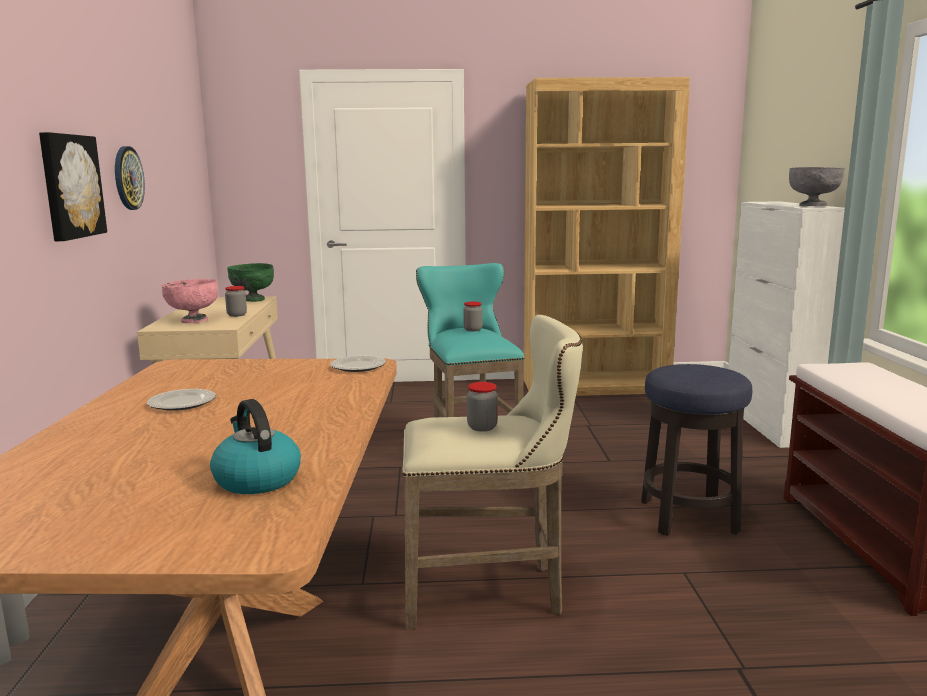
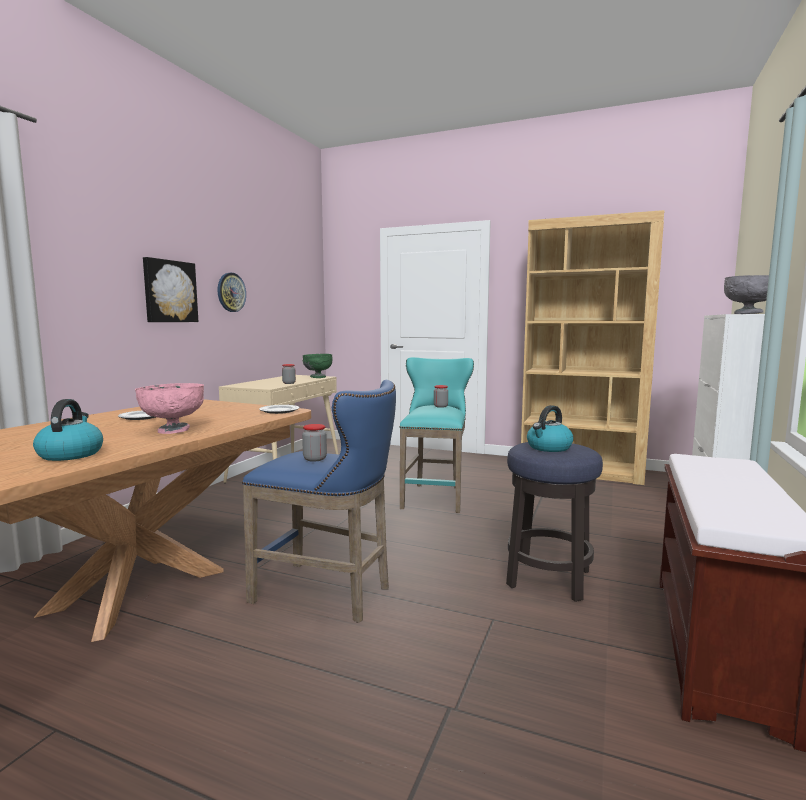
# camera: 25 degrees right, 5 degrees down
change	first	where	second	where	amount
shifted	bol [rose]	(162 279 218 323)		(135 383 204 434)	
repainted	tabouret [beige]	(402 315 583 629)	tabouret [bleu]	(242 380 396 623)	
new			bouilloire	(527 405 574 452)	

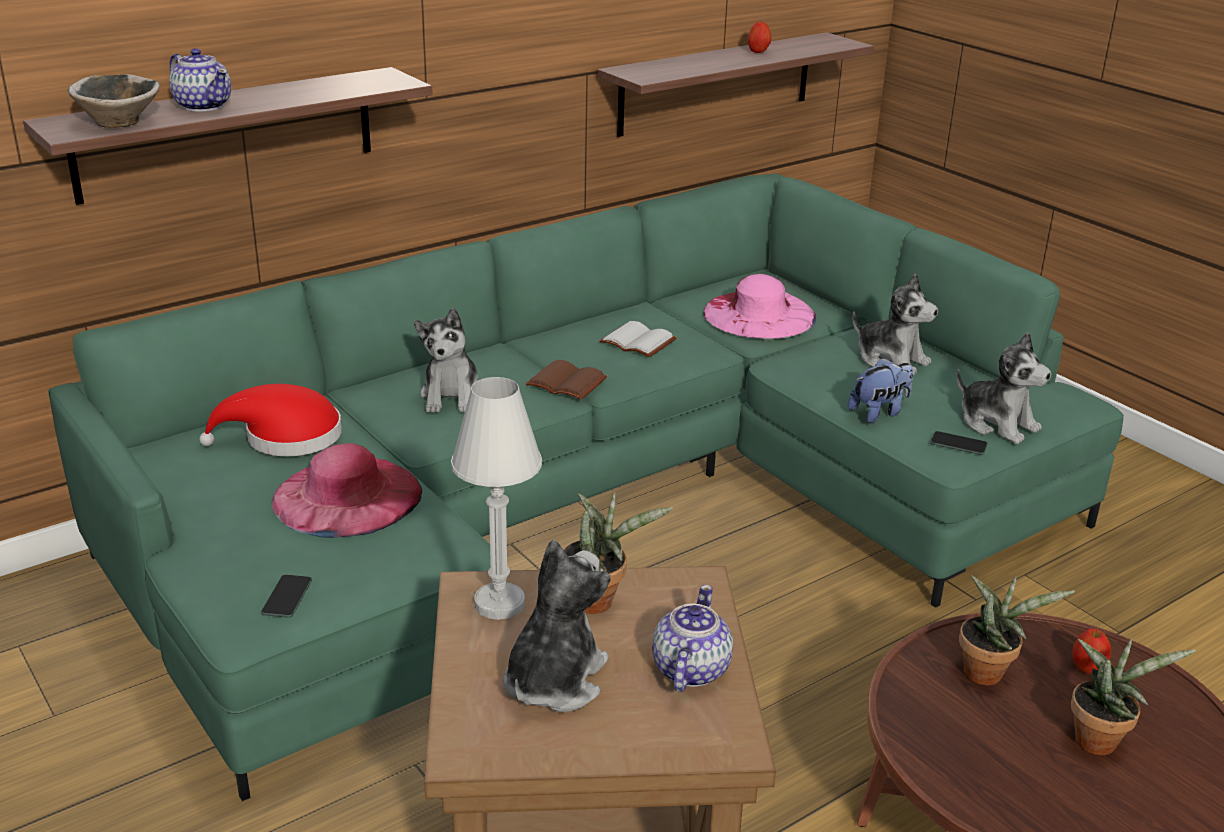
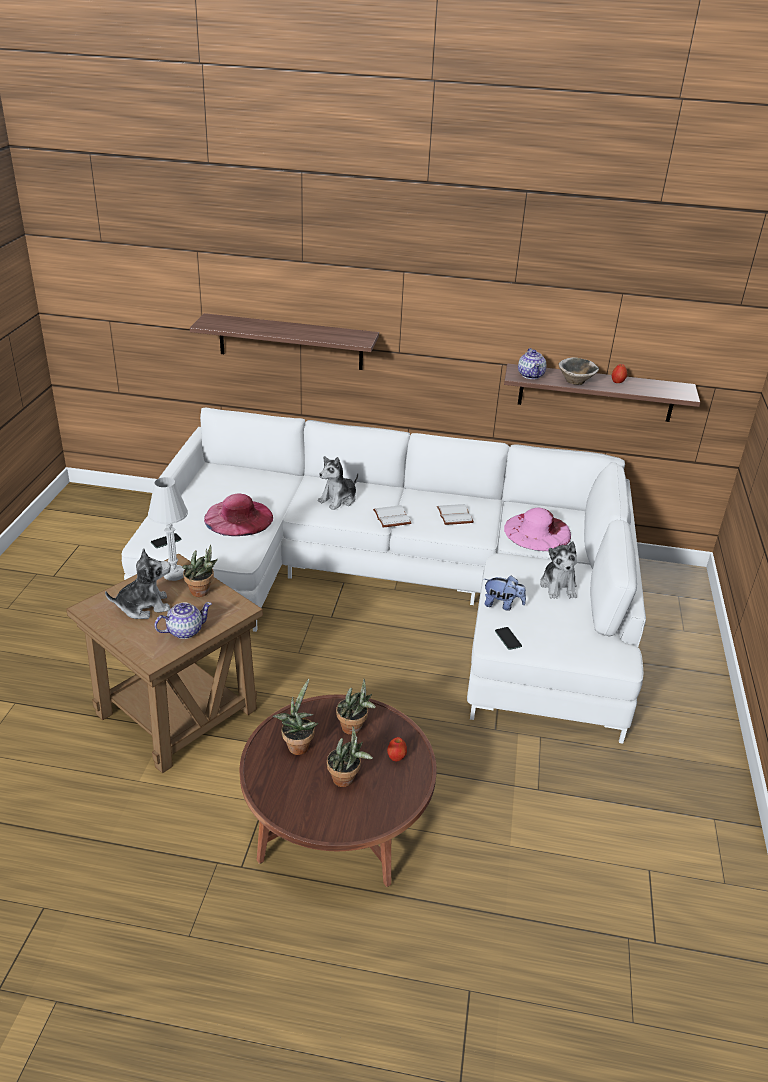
# camera: 45 degrees right, 5 degrees up
change	first	where	second	where	amount
repainted	canapé [vert]	(49 173 1124 801)	canapé [blanc]	(121 407 646 744)	
shifted	bol	(68 74 160 128)		(559 357 599 385)	
shifted	théière	(169 48 231 112)		(518 348 546 379)	
gone	chapeau [rouge]	(199 384 342 456)			
repainted	livre [marron]	(526 360 607 400)	livre [blanc]	(373 505 411 527)	
gone	peluche	(957 332 1051 444)			
new			plante en pot	(272 679 318 755)	

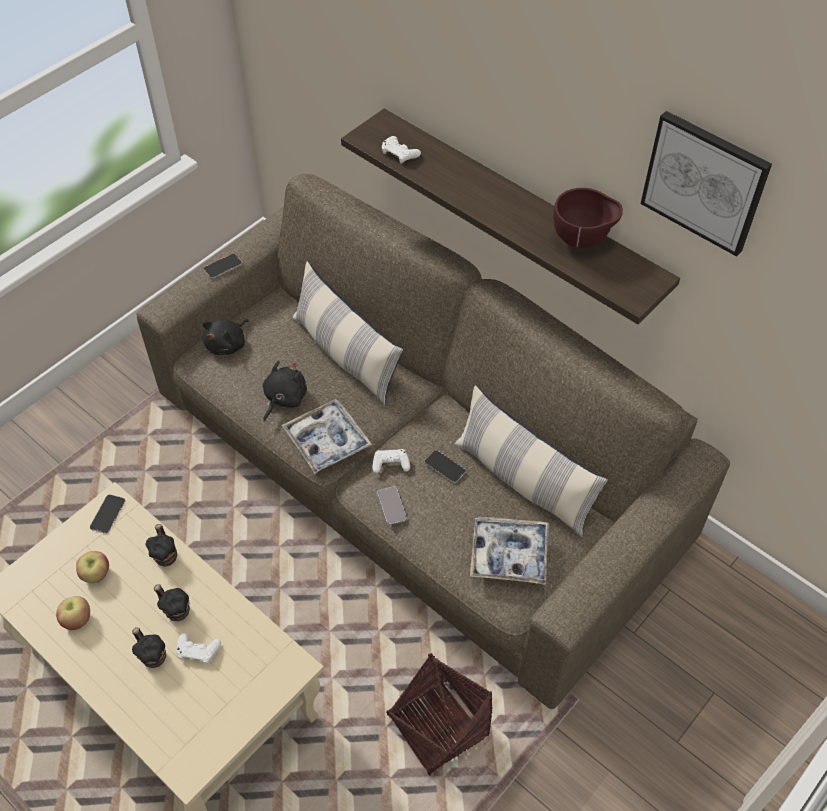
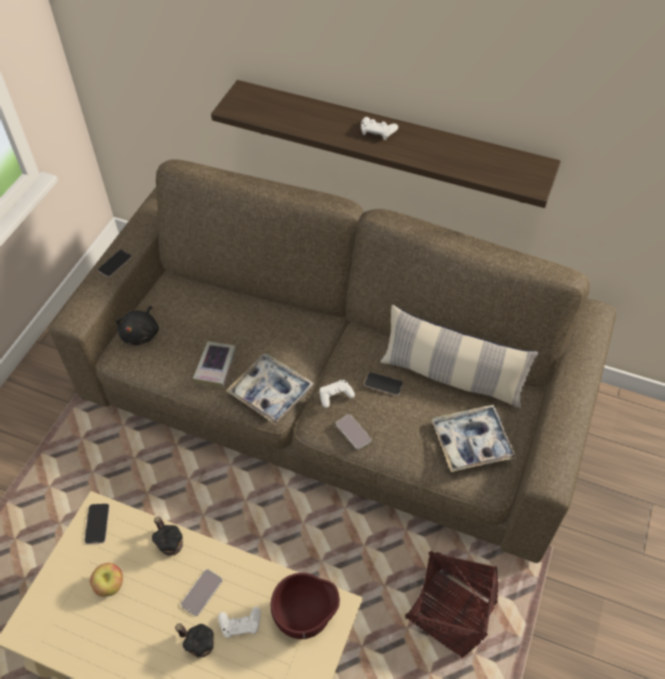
# camera: 20 degrees left, 0 degrees up
change	first	where	second	where	amount
gone	pomme	(56 596 90 630)			
swapped	mug	(154 584 190 621)	téléphone	(181 569 223 616)	
swapped	peluche [noir]	(263 360 307 421)	livre	(193 341 237 387)	
gone	coussin	(293 261 403 405)			
shifted	manette [blanc]	(382 136 421 164)		(361 117 398 140)	
shifted	bol [marron]	(553 188 623 248)		(271 573 340 639)	
gone	tableau	(641 111 772 256)			

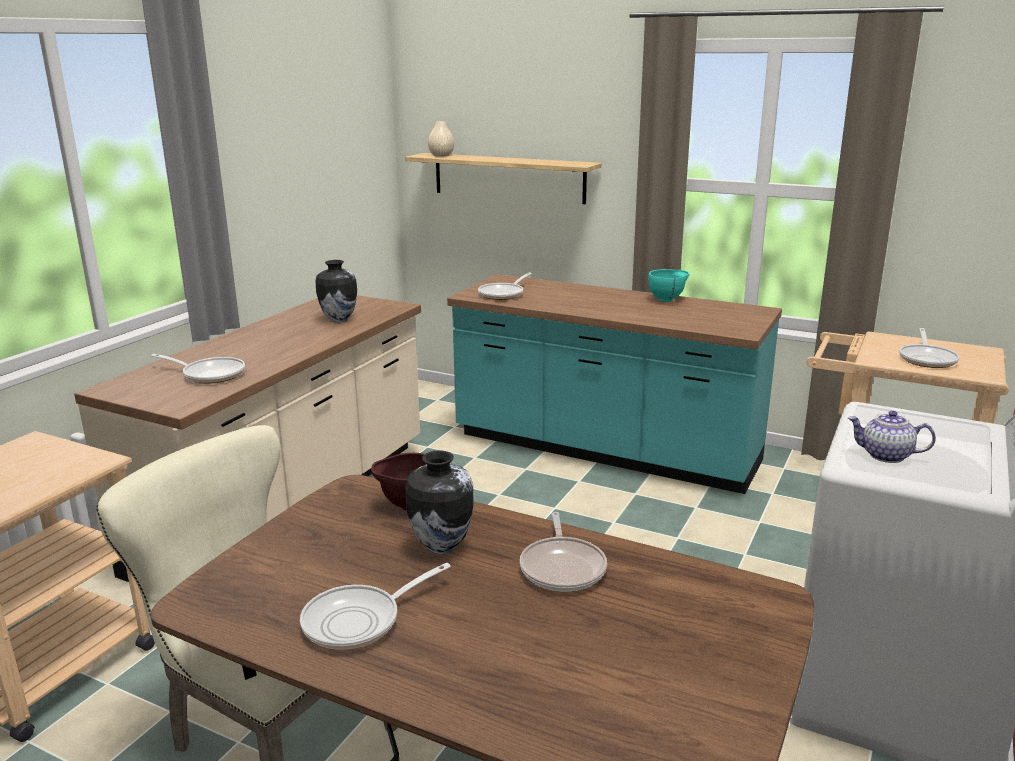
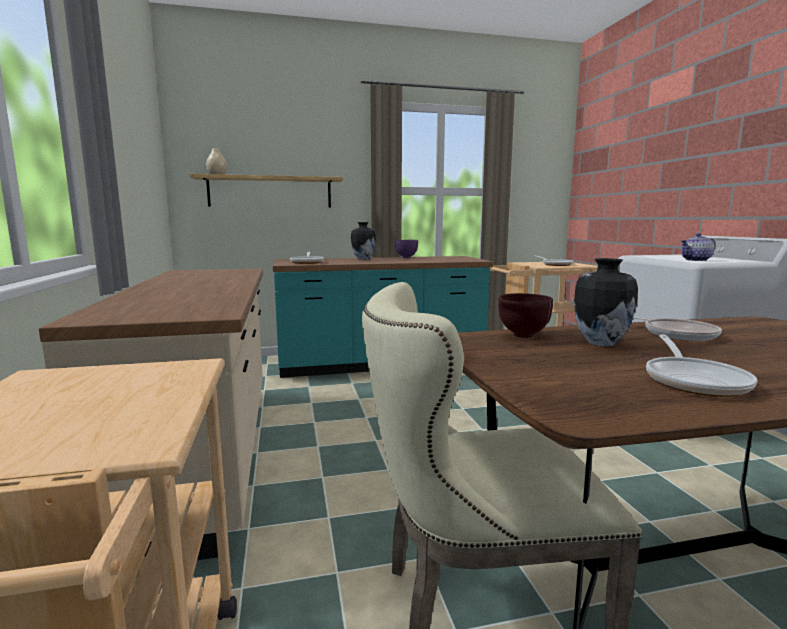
# camera: 40 degrees left, 10 degrees down
change	first	where	second	where	amount
gone	poêle	(151 354 245 384)			
shifted	vase	(315 260 357 322)		(351 222 376 260)	
repainted	bol [turquoise]	(648 269 689 302)	bol [violet]	(395 240 418 258)	

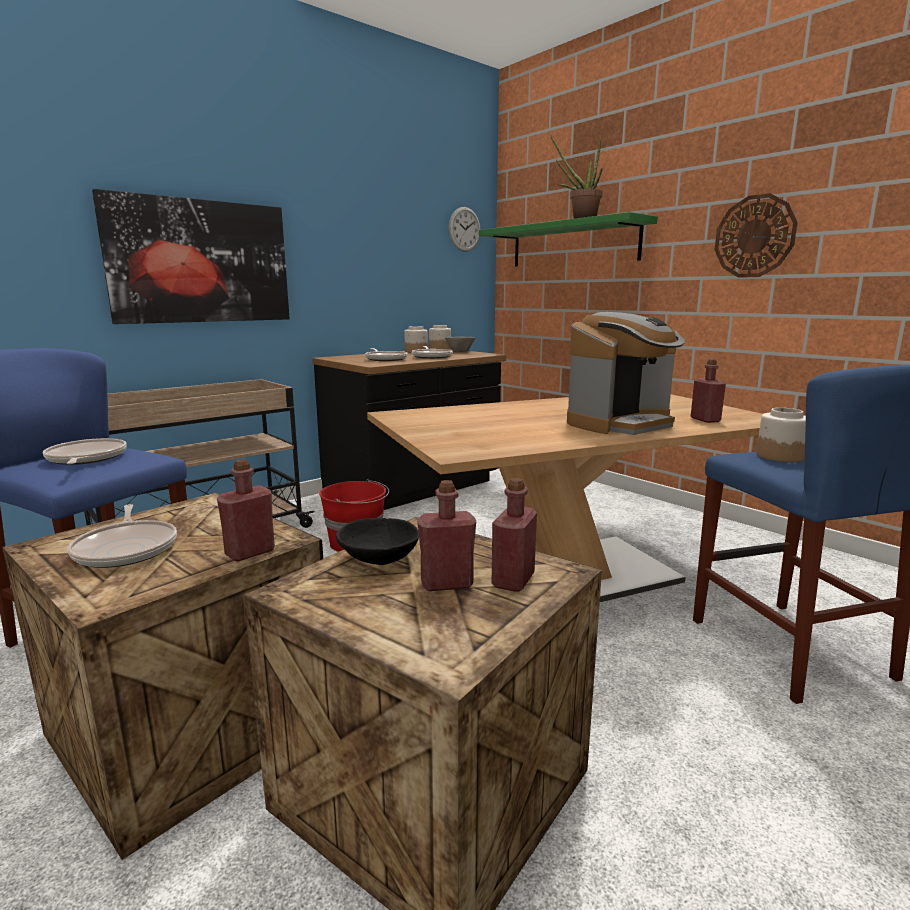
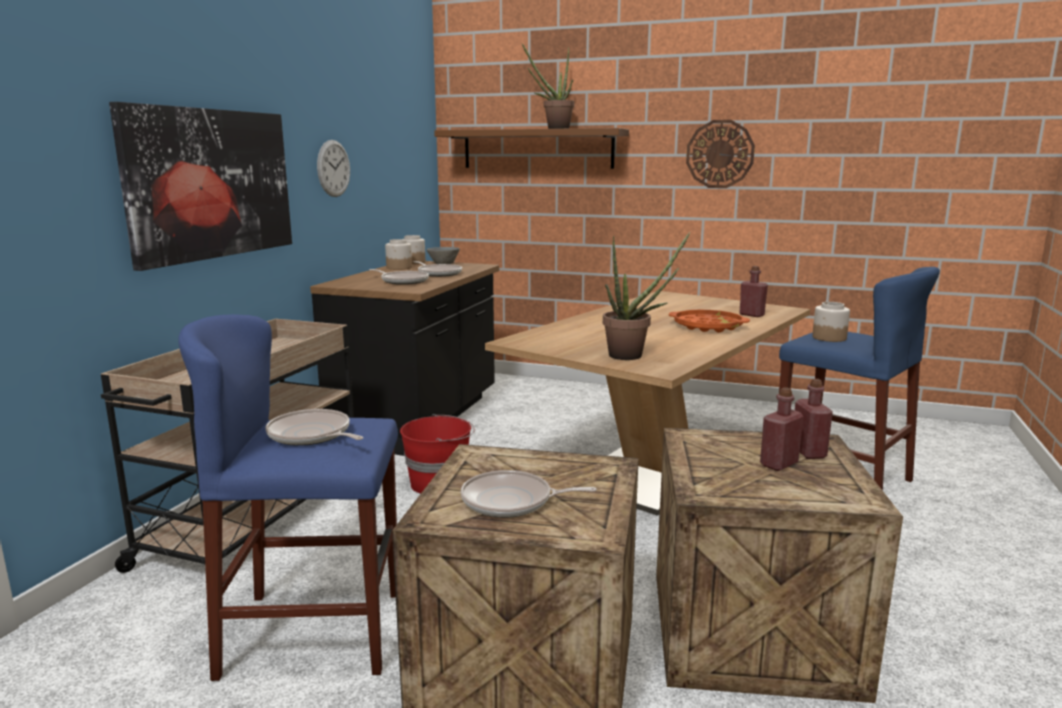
# camera: 30 degrees left, 0 degrees up
change	first	where	second	where	amount
rotated	poêle	(67 504 177 568)		(461 470 597 518)	150 degrees clockwise
gone	bouteille [rouge]	(217 459 275 562)			
gone	bol [noir]	(336 518 419 565)			
shifted	horloge murale	(449 207 480 252)		(317 140 350 197)	
repainted	étagère [vert]	(479 212 658 267)	étagère [marron]	(434 128 629 169)	
swapped	machine à café	(567 312 685 435)	plateau [orange]	(669 310 750 333)	
new			plante en pot	(603 232 690 360)	

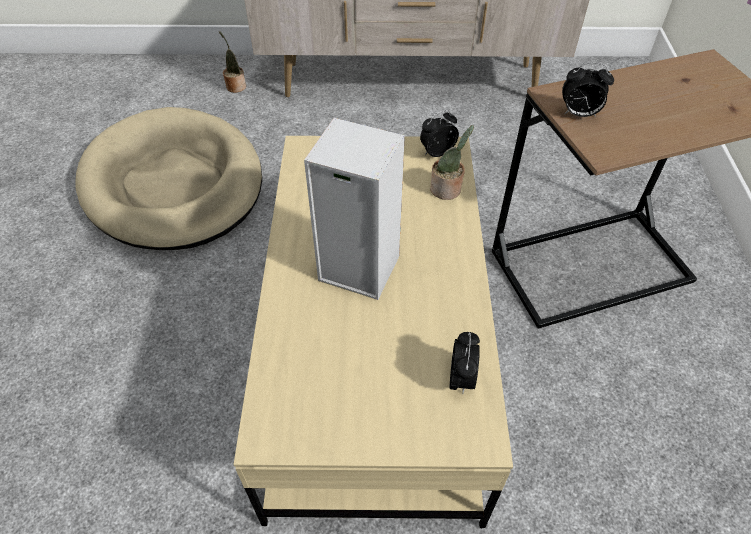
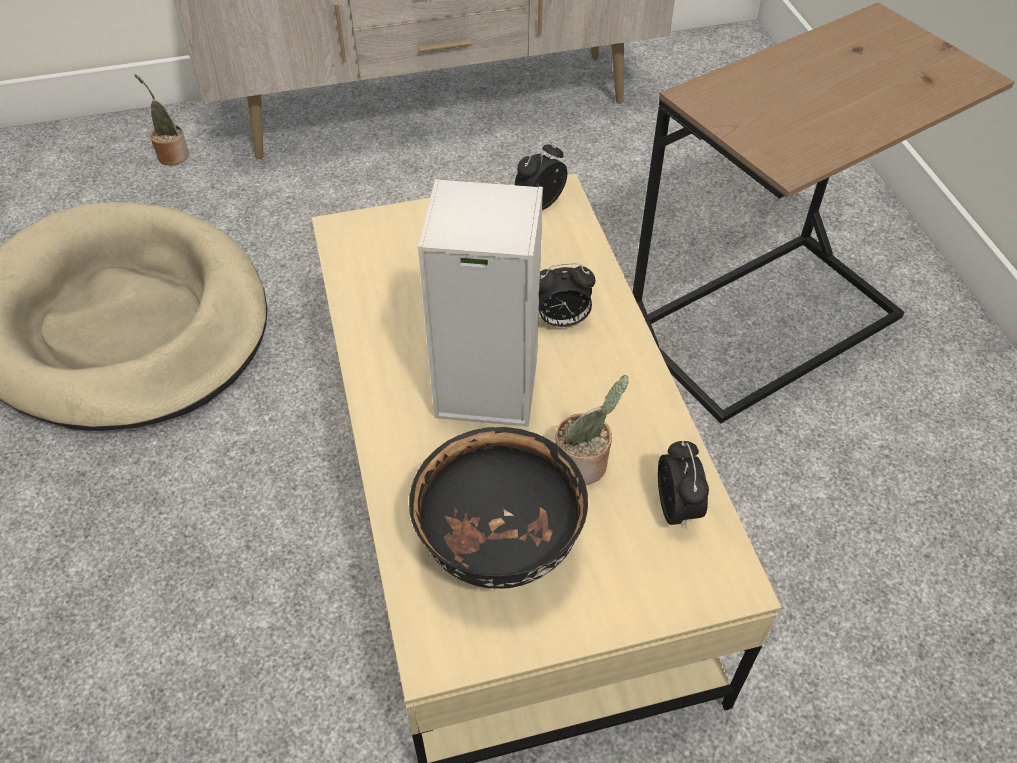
# camera: 15 degrees left, 0 degrees up
change	first	where	second	where	amount
shifted	plante en pot	(430 125 474 200)		(555 375 629 485)	
shifted	réveil	(562 62 614 117)		(539 263 596 327)	
new			bol [noir]	(409 427 588 589)	

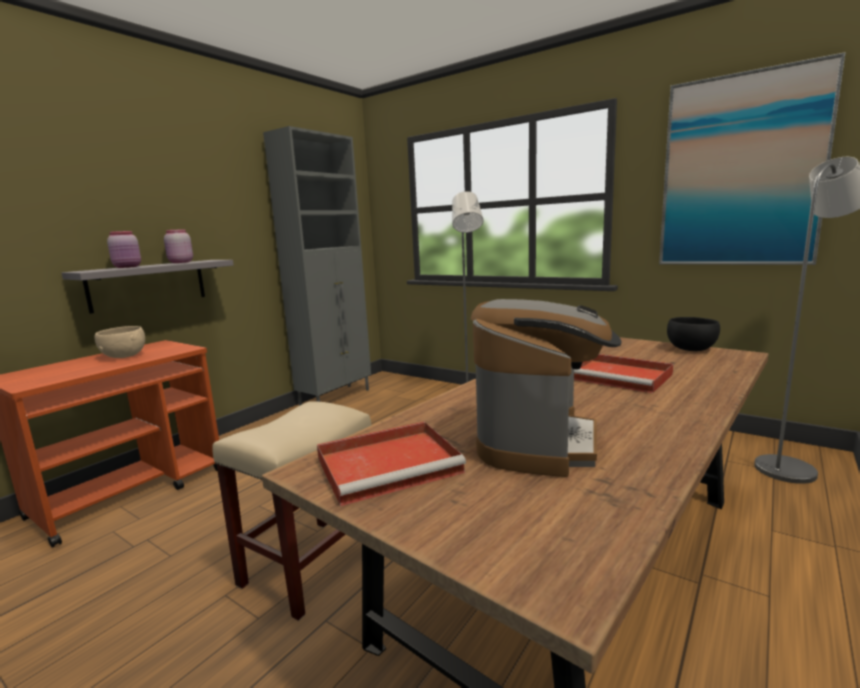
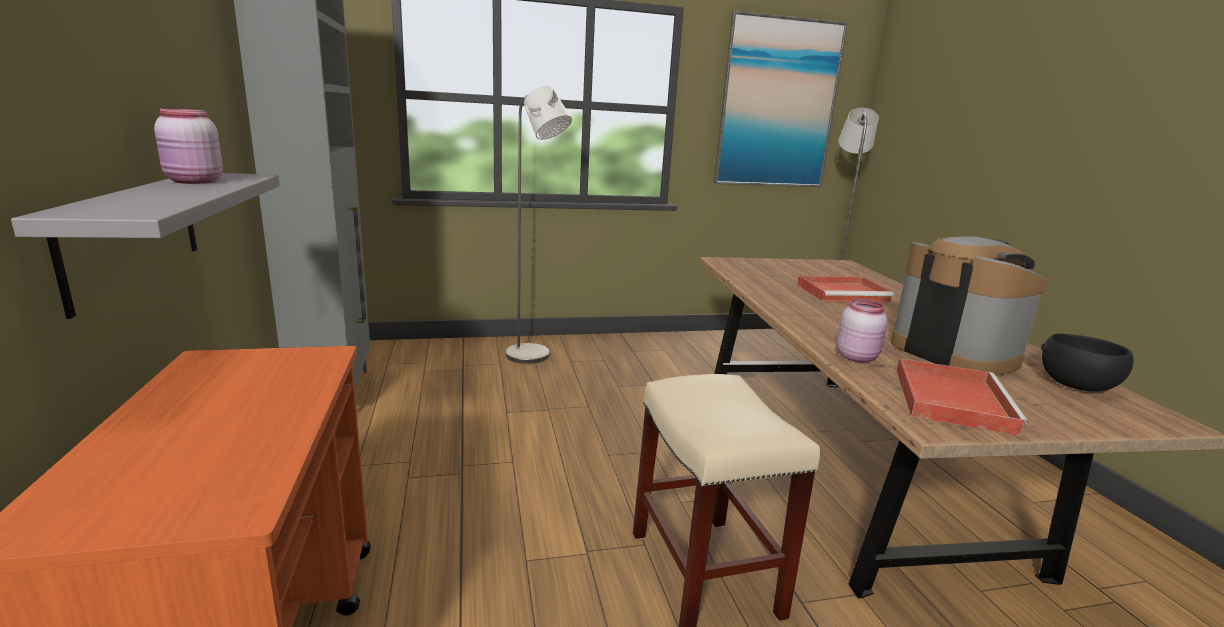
# camera: 50 degrees left, 5 degrees up
change	first	where	second	where	amount
gone	bol [beige]	(94 326 145 358)			
shifted	bocal [rose]	(107 231 141 268)		(837 299 887 362)	
shifted	bol [noir]	(667 317 720 351)		(1041 334 1133 391)	

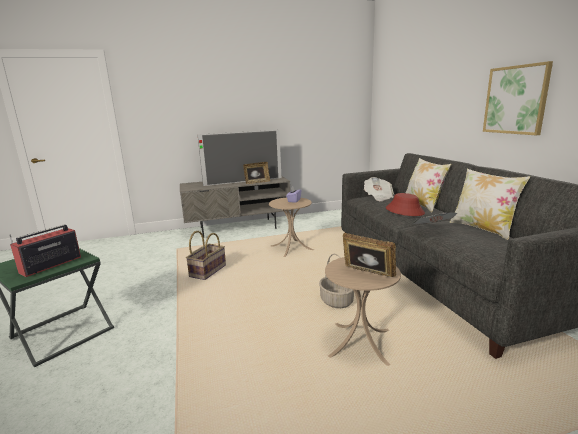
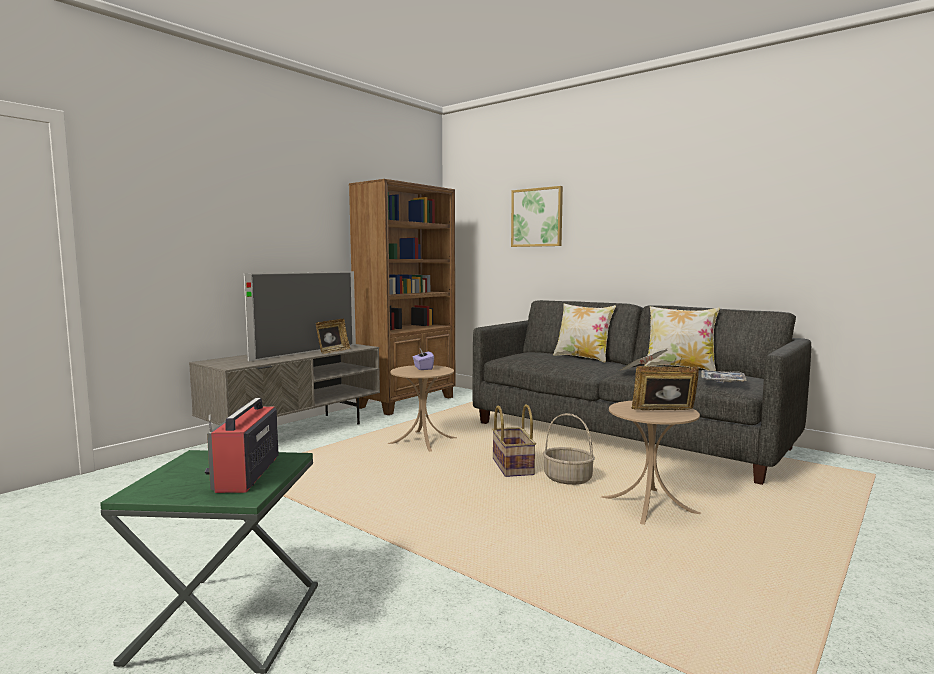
# camera: 35 degrees left, 10 degrees down
change	first	where	second	where	amount
shifted	panier	(186 231 226 280)		(492 404 536 477)	
gone	journal	(364 177 394 201)			
gone	chapeau [rouge]	(386 193 425 216)			
shifted	tableau	(483 61 553 135)		(511 186 563 247)	
new			bibliothèque [marron]	(349 179 455 415)	
new			plateau	(701 370 747 383)	

